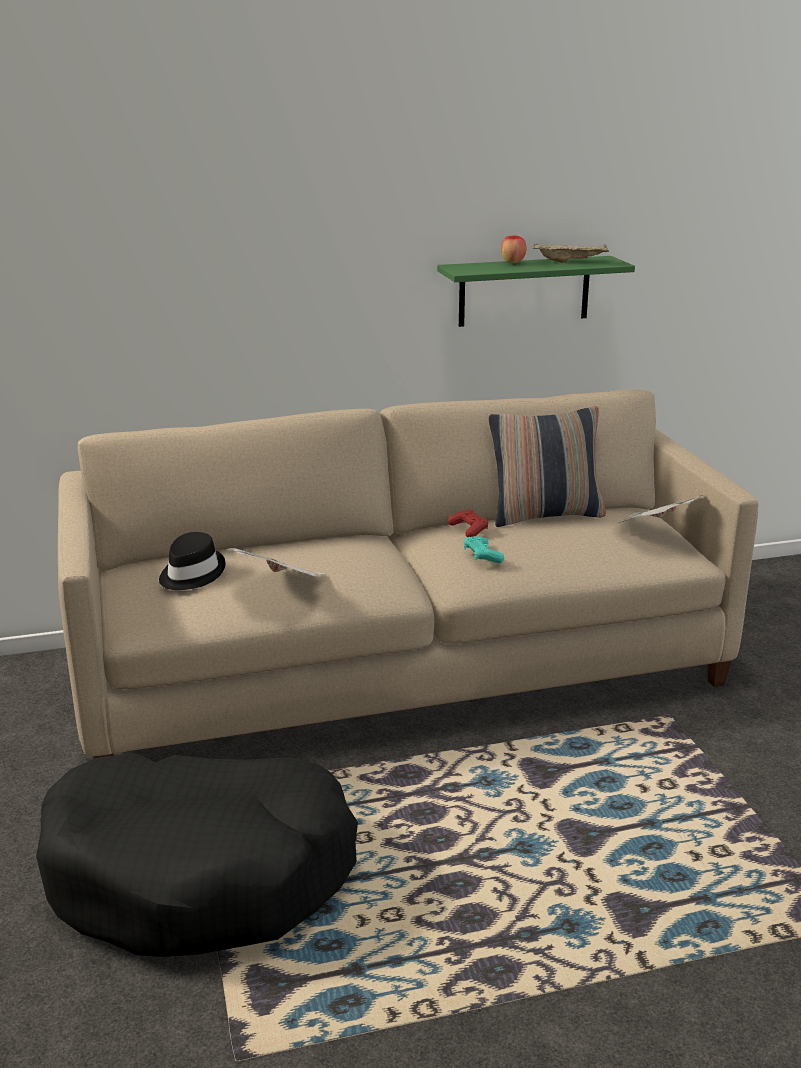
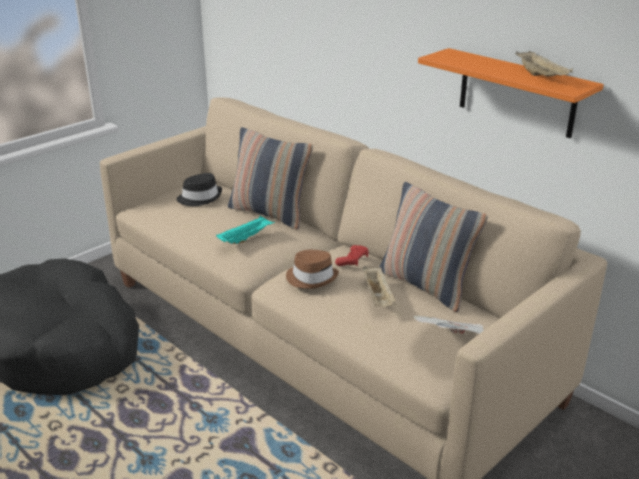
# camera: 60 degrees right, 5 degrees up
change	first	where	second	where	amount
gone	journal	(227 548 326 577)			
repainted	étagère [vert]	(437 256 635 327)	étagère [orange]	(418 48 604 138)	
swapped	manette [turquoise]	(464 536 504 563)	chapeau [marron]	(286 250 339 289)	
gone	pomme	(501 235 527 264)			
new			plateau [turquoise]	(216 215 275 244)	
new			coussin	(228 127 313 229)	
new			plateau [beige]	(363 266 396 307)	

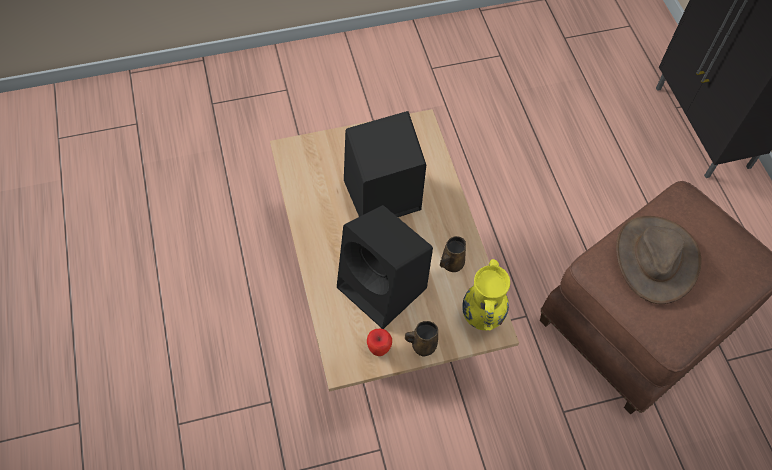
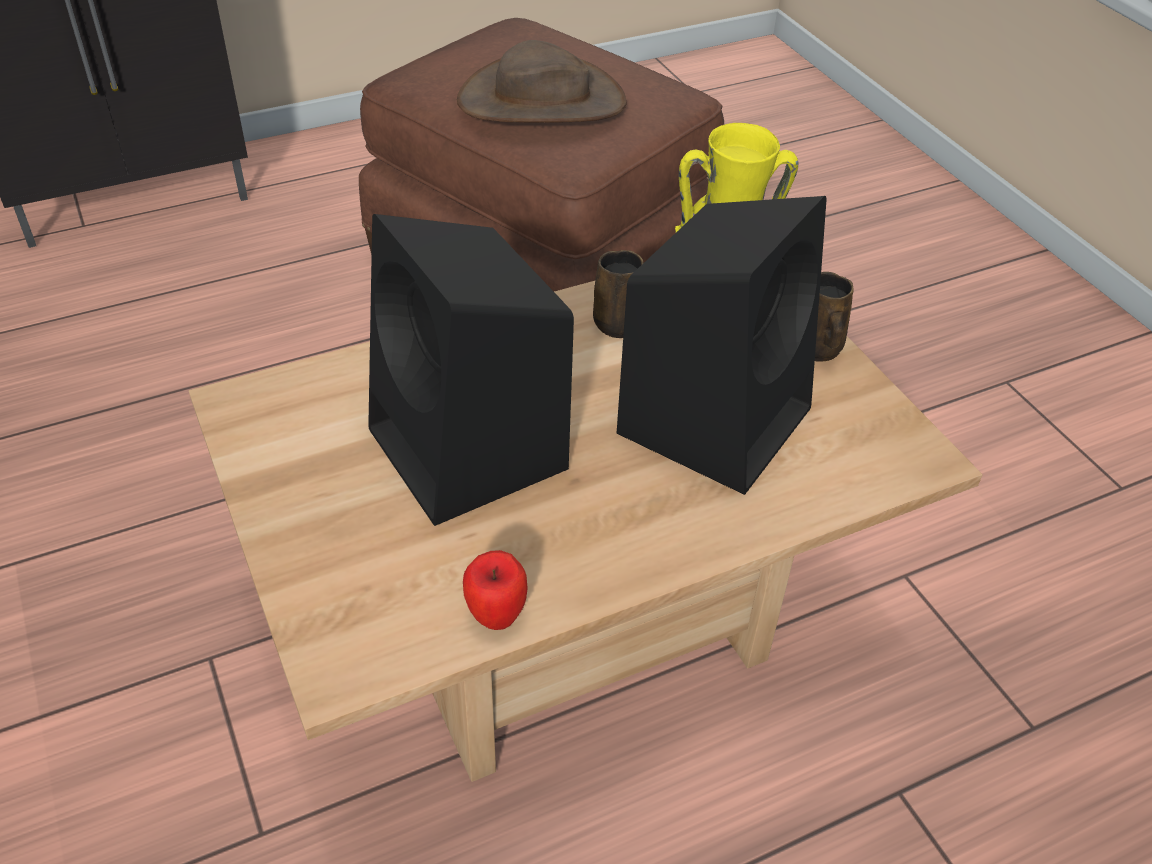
# camera: 100 degrees left, 15 degrees down
change	first	where	second	where	amount
shifted	pomme	(367 329 392 356)		(463 550 528 630)	

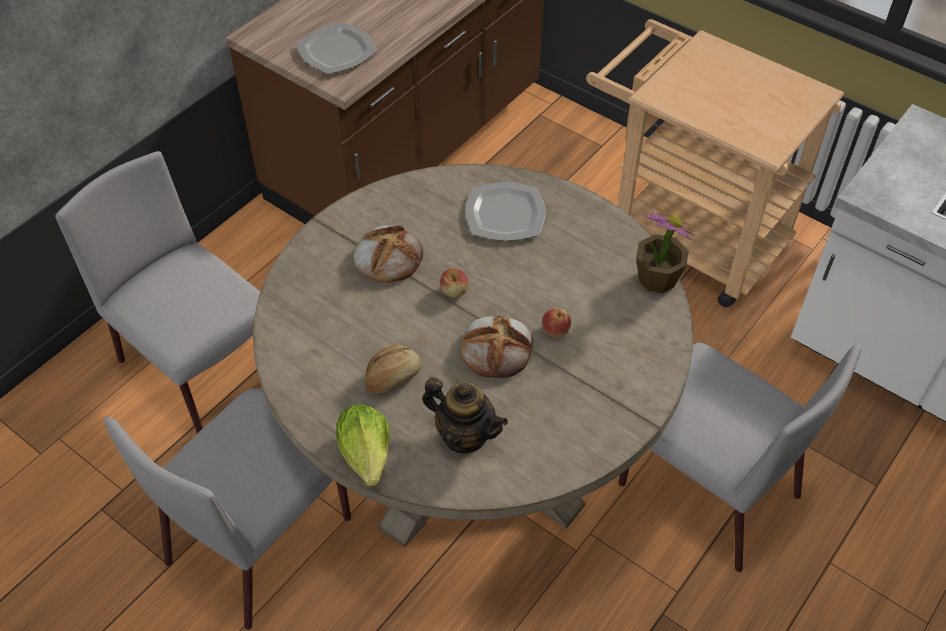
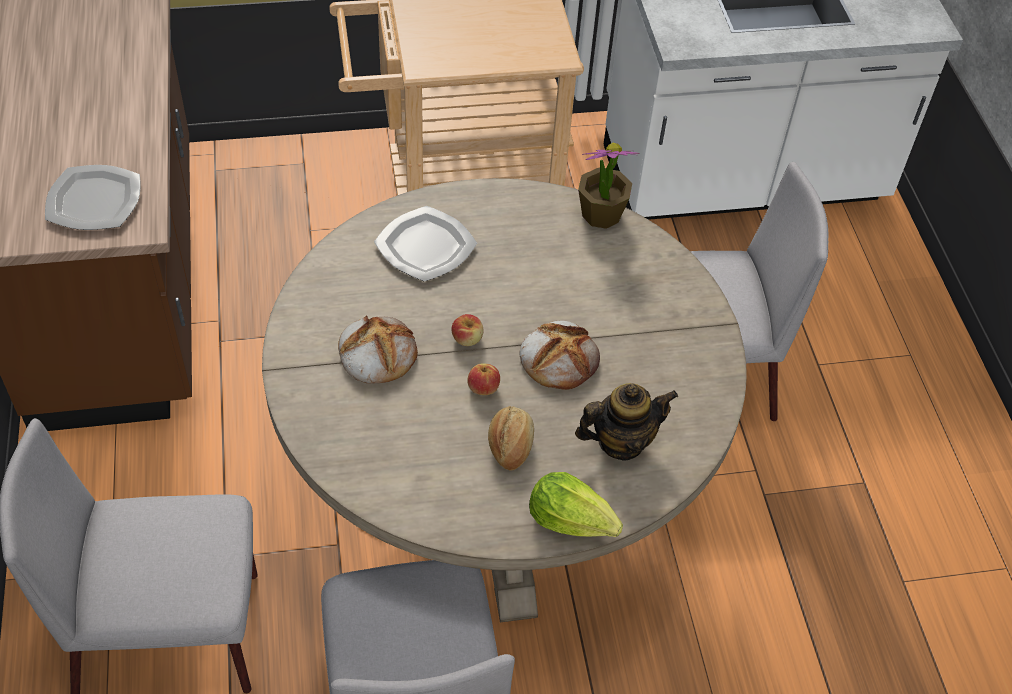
# camera: 50 degrees left, 0 degrees up
change	first	where	second	where	amount
shifted	pomme	(542 308 571 338)		(467 363 500 395)	

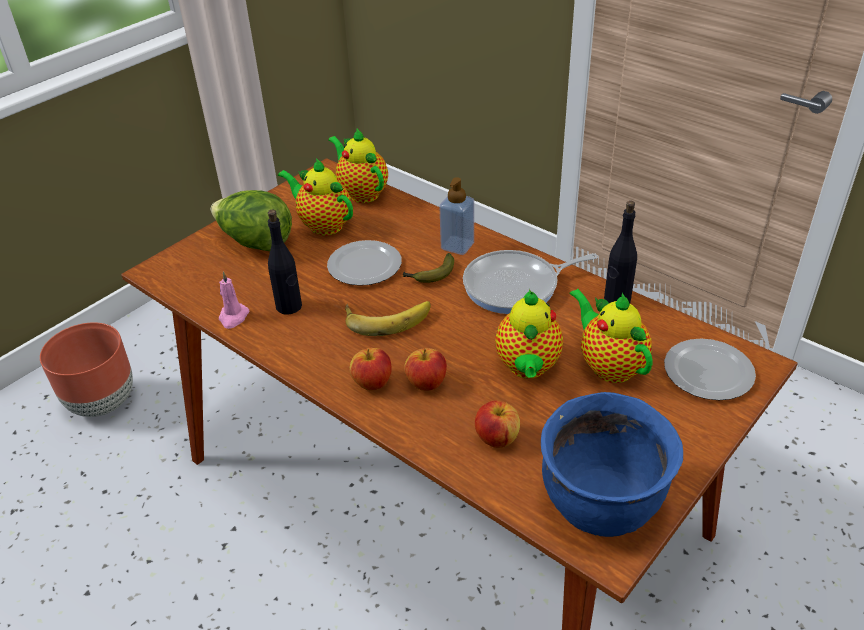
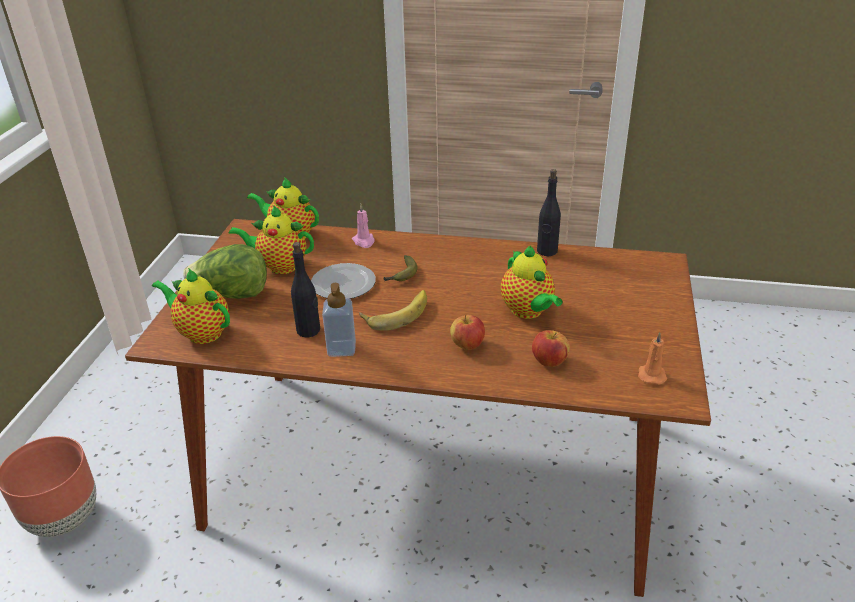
# camera: 30 degrees left, 5 degrees down
change	first	where	second	where	amount
shifted	bougie [rose]	(219 271 249 329)		(352 204 375 248)	
gone	pomme	(350 348 392 390)			
shifted	distributeur de savon	(440 177 474 255)		(322 283 356 357)	
gone	poêle	(463 250 598 314)			
swapped	marmite [bleu]	(541 392 683 537)	bougie [orange]	(638 332 667 385)	
shifted	théière	(569 289 653 383)		(152 268 230 344)	
gone	assiette	(664 339 756 400)			

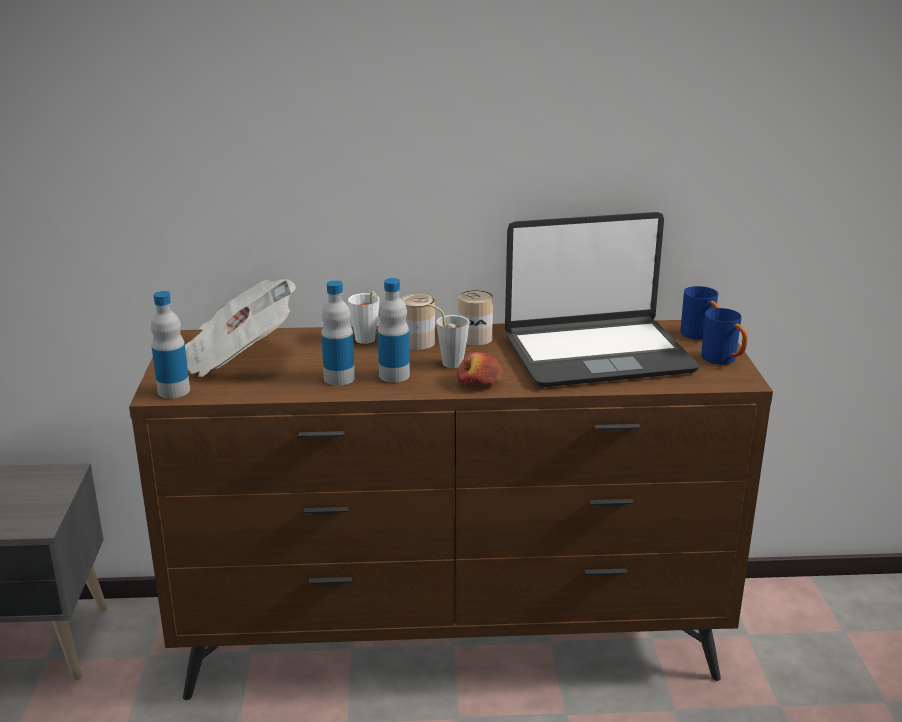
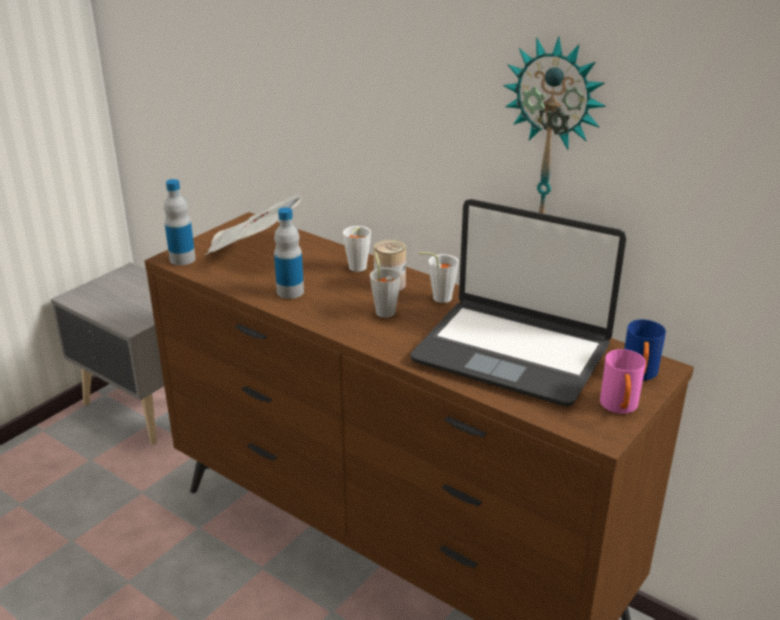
# camera: 40 degrees right, 5 degrees up
change	first	where	second	where	amount
gone	bouteille	(378 278 410 383)			
gone	pomme	(458 352 503 385)			
swapped	boîte métallique	(459 290 493 346)	tasse [blanc]	(419 252 459 303)	
repainted	mug [bleu]	(701 308 748 365)	mug [rose]	(600 349 646 414)	
new			horloge murale	(503 36 606 214)	

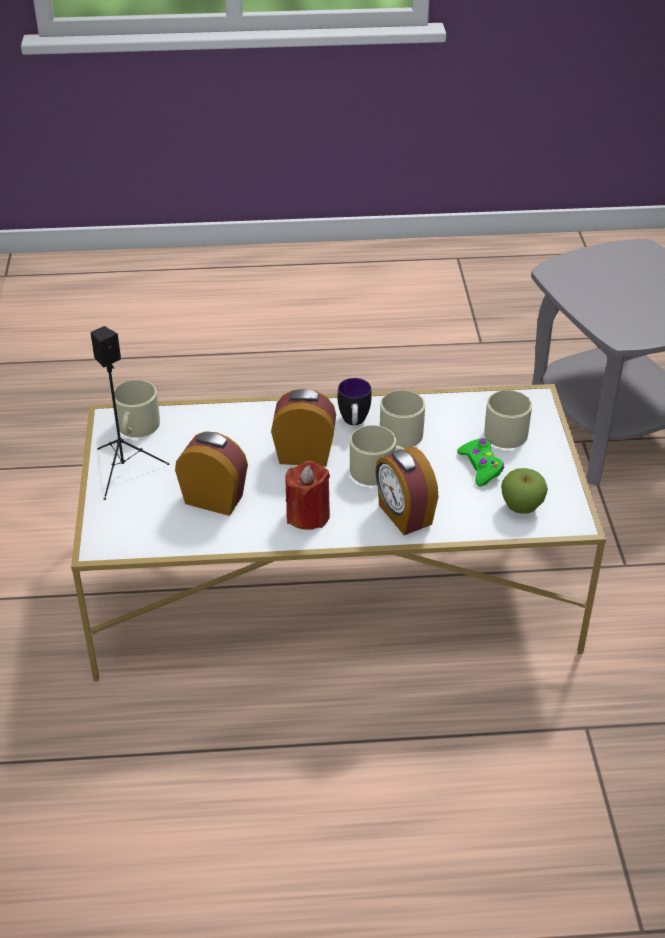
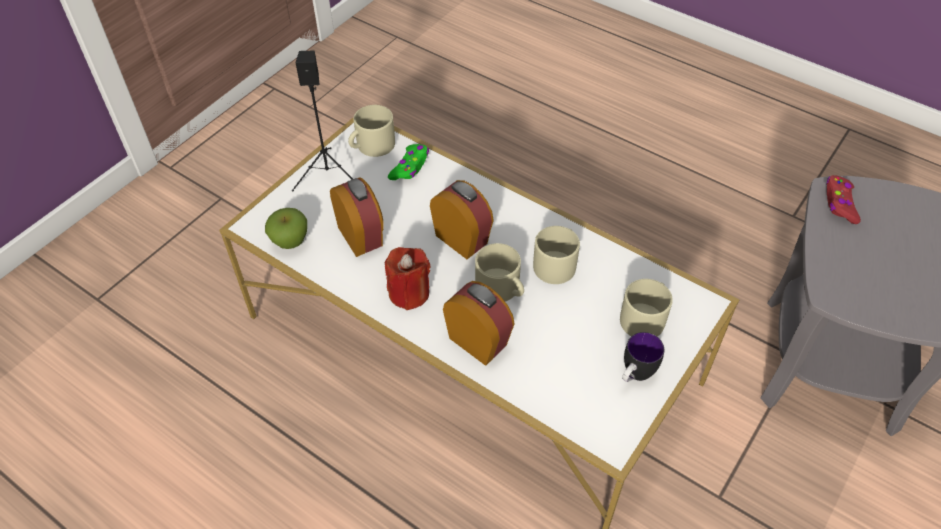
# camera: 40 degrees right, 10 degrees up
change	first	where	second	where	amount
shifted	mug	(338 378 372 425)		(622 332 664 382)	
rotated	réveil	(375 447 438 535)		(443 281 515 366)	120 degrees clockwise
shifted	manette [vert]	(457 438 504 487)		(388 144 429 180)	
shifted	pomme	(501 468 548 514)		(265 208 307 249)	
new			manette [rouge]	(826 175 861 224)	

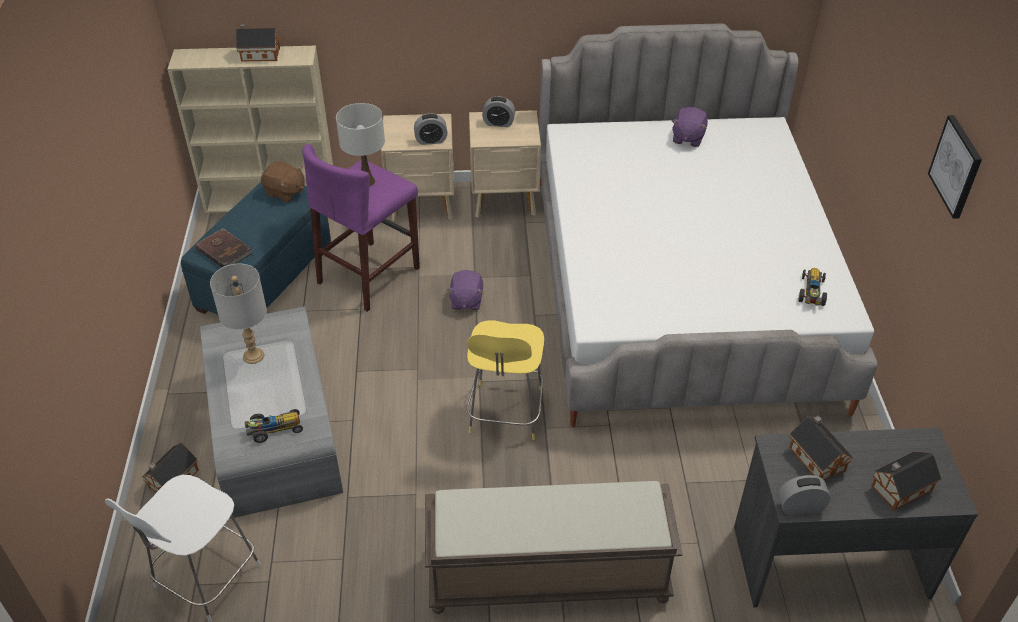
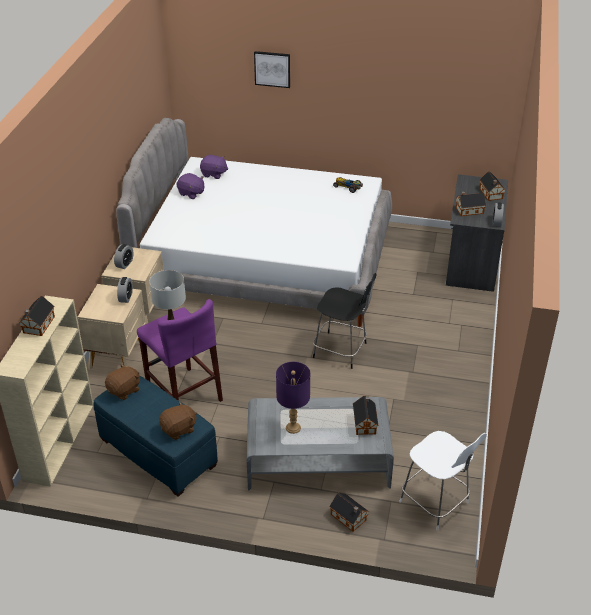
# camera: 75 degrees left, 5 degrees down
change	first	where	second	where	amount
swapped	livre [marron]	(195 228 253 267)	peluche [marron]	(159 401 197 440)	
repainted	lampe de table [gris]	(210 264 267 364)	lampe de table [violet]	(276 362 310 434)	
swapped	petite voiture	(245 409 303 443)	maison miniature	(353 396 378 435)	
gone	banc [marron]	(425 481 682 614)			
shifted	peluche [violet]	(447 270 483 310)		(200 155 228 179)	
repainted	tabouret [jaune]	(467 320 544 440)	tabouret [noir]	(313 273 376 369)	
shifted	tableau	(928 115 982 219)		(254 51 290 88)	

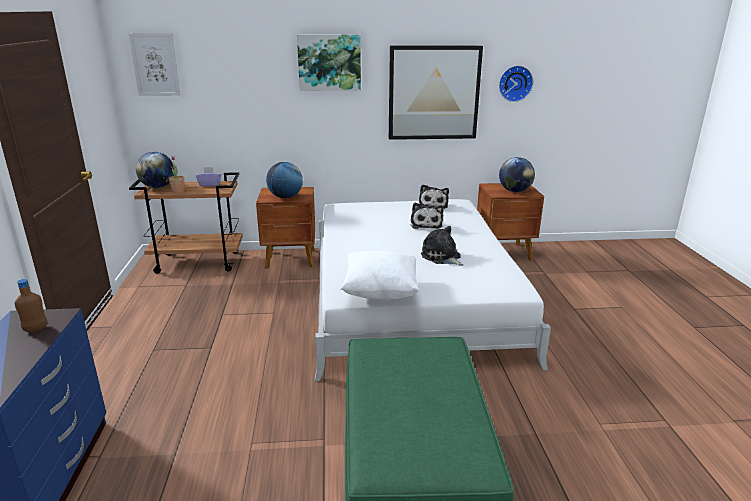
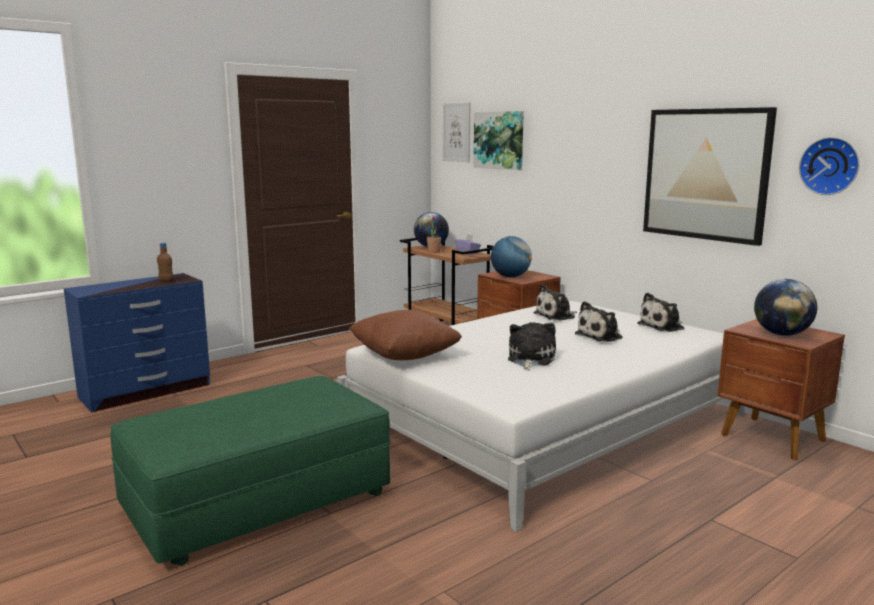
# camera: 55 degrees right, 10 degrees down
change	first	where	second	where	amount
shifted	tableau	(297 34 361 91)		(474 111 524 170)	
repainted	coussin [blanc]	(340 251 419 300)	coussin [marron]	(349 310 462 360)	
new			peluche	(534 284 577 321)	

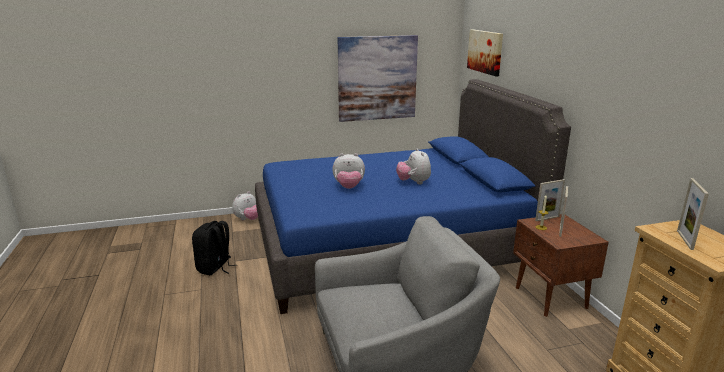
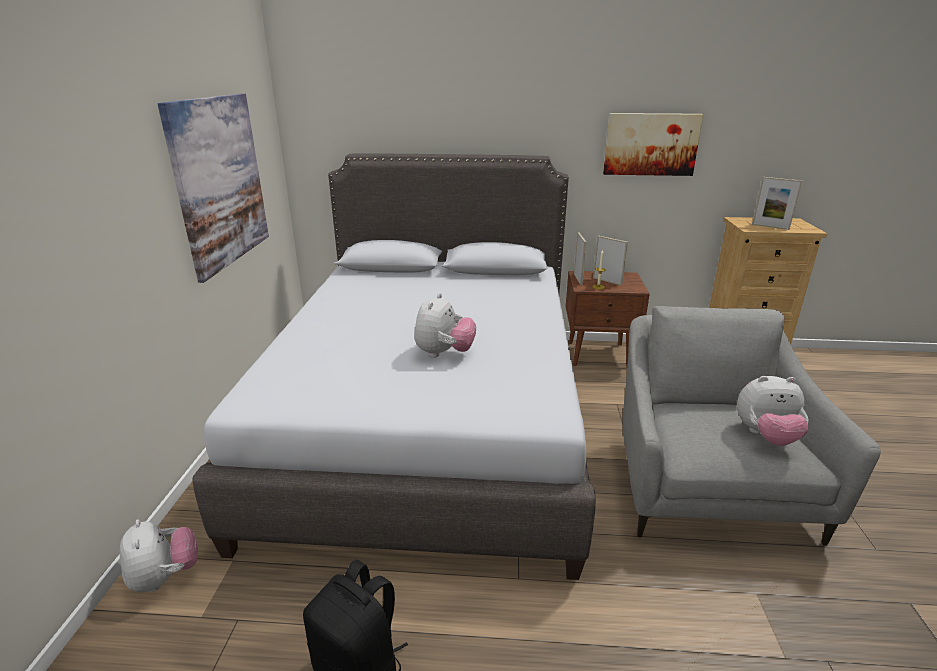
# camera: 70 degrees left, 5 degrees up
change	first	where	second	where	amount
repainted	lit [bleu]	(255 79 571 314)	lit [gris]	(192 154 596 580)	
shifted	peluche	(396 148 431 184)		(737 376 809 446)	
shifted	tableau	(467 29 503 76)		(603 113 703 176)	

